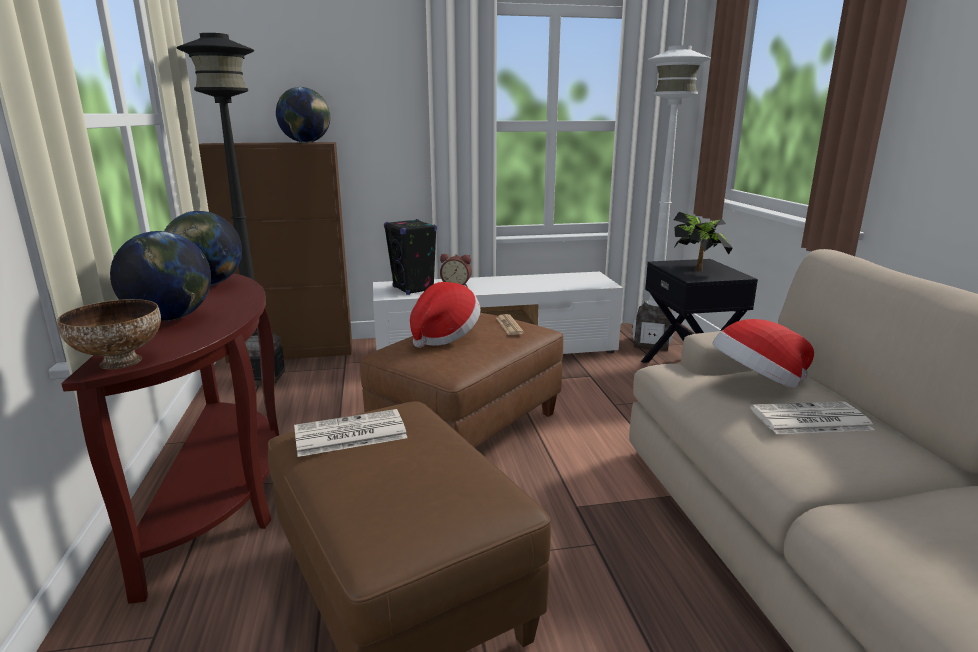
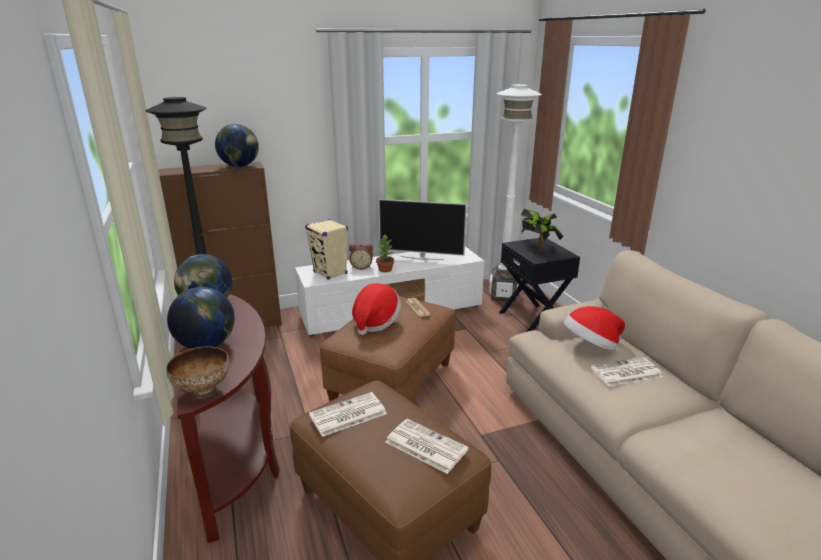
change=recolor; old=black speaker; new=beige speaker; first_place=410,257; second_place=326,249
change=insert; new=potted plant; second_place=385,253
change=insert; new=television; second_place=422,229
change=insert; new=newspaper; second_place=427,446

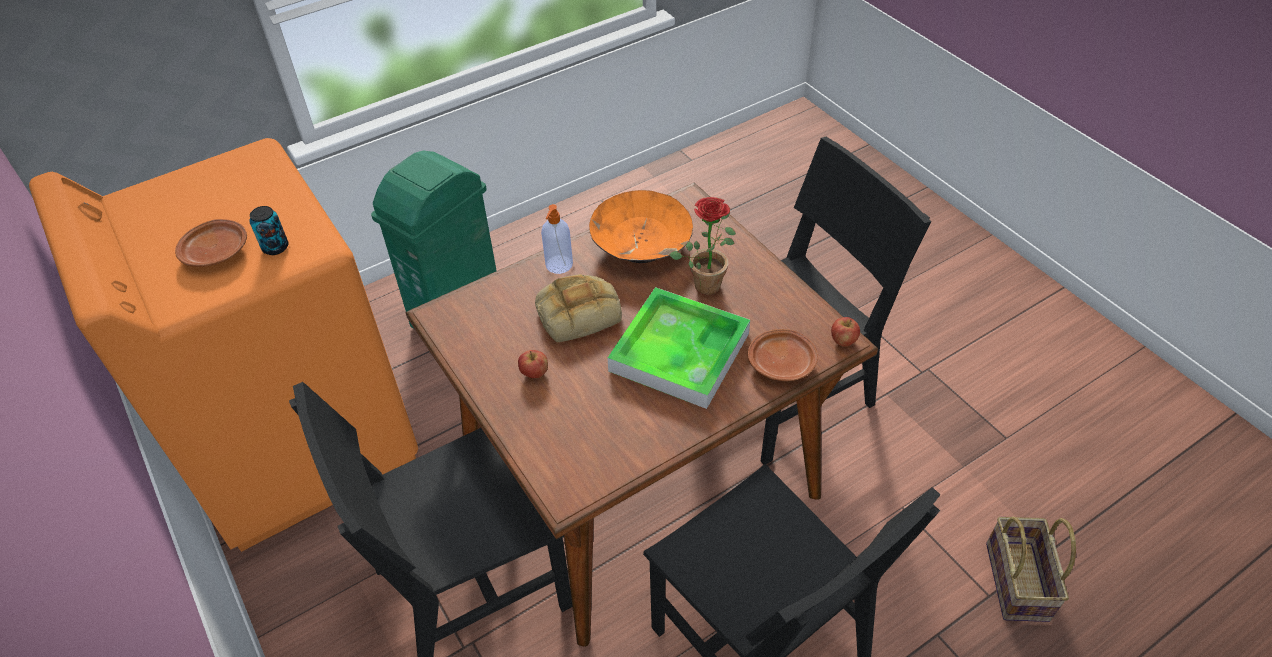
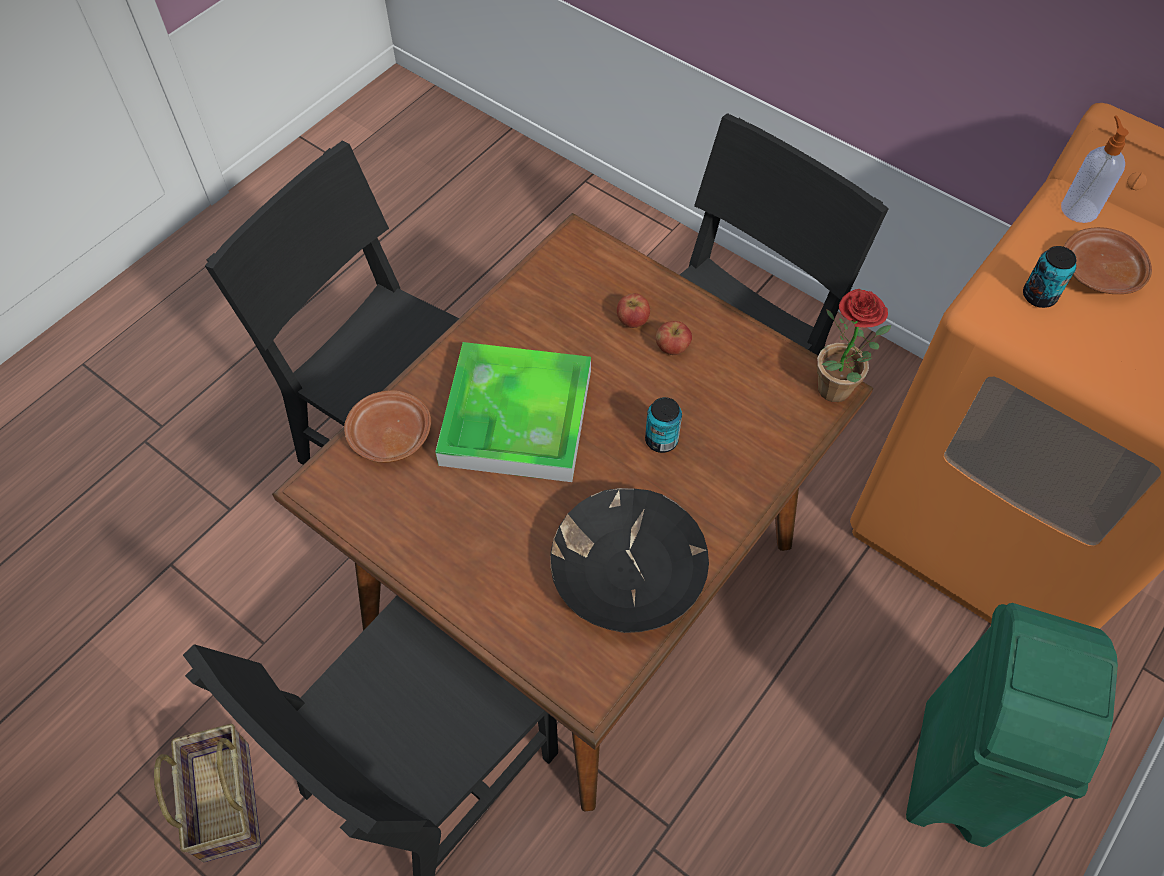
change=move; old=basket; first_place=1031,569; second_place=207,793
change=recolor; old=orange bowl; new=black bowl; first_place=641,226; second_place=629,560
change=move; old=apple; first_place=845,332; second_place=633,310
change=replace; old=bread; new=can; first_place=578,308; second_place=663,425
change=move; old=potted plant; first_place=702,246; second_place=854,345
change=move; old=soap dispenser; first_place=557,239; second_place=1095,169

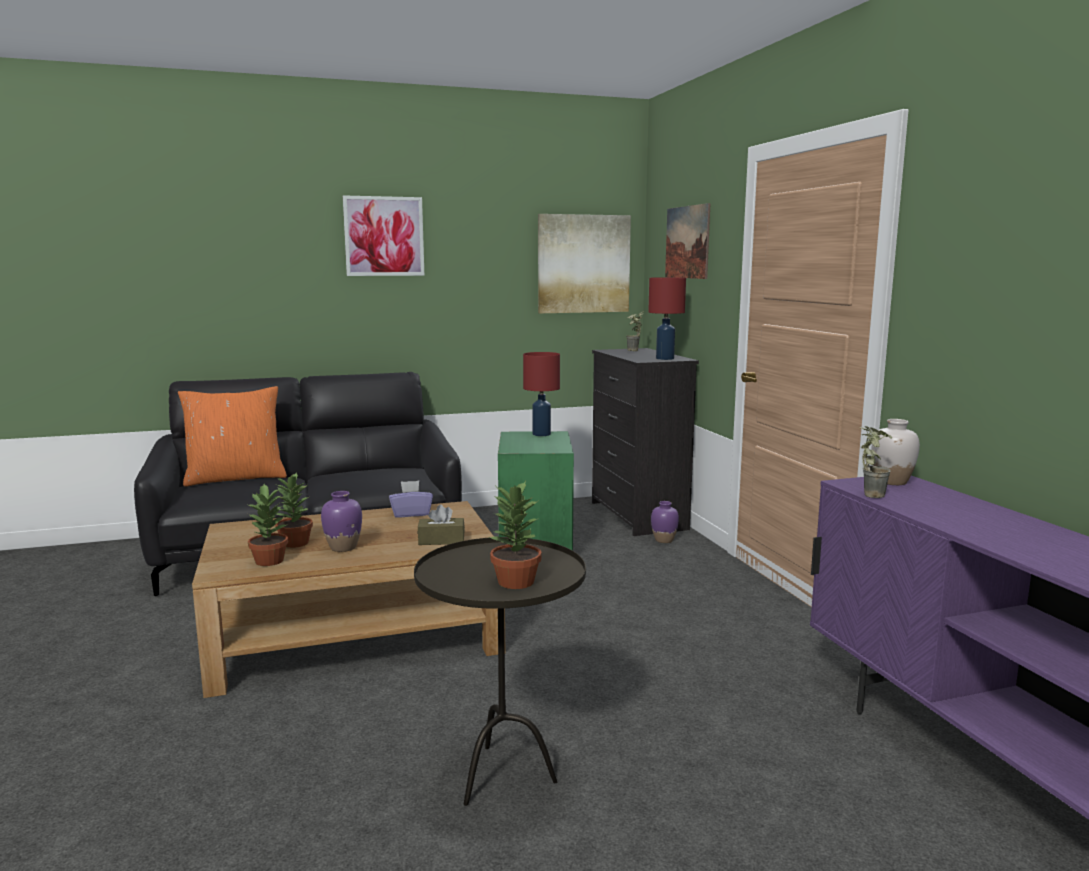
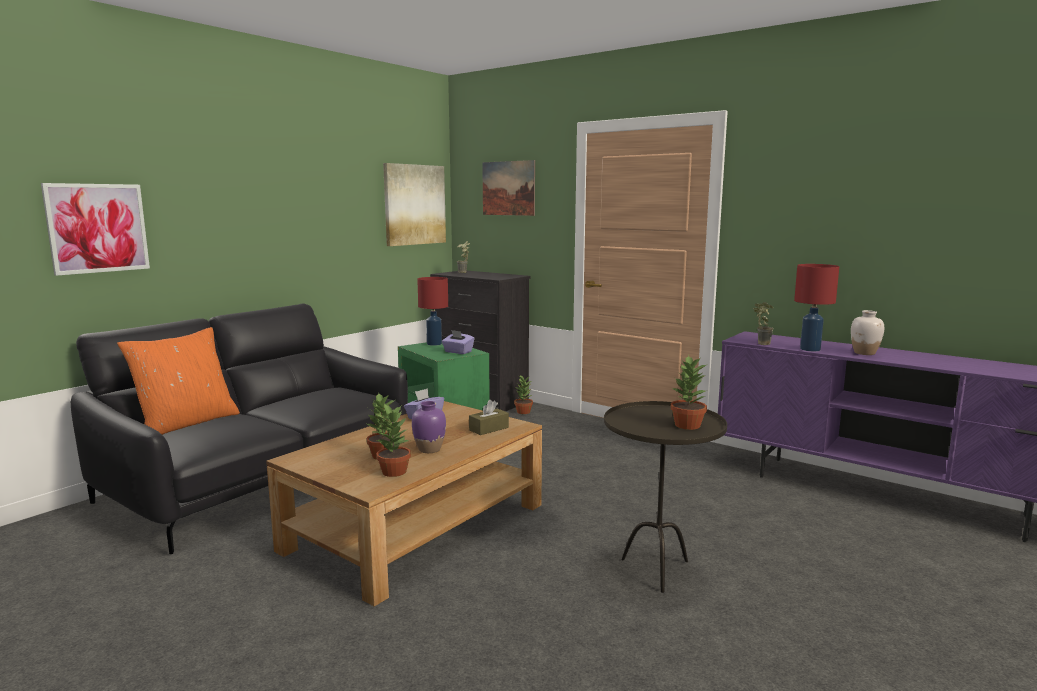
change=move; old=picture; first_place=384,235; second_place=95,229
change=insert; new=purple tissue box; second_place=458,342
change=replace; old=purple vase; new=potted plant; first_place=665,522; second_place=523,394
change=move; old=red table lamp; first_place=667,318; second_place=817,307
change=move; old=white vase; first_place=896,452; second_place=867,332

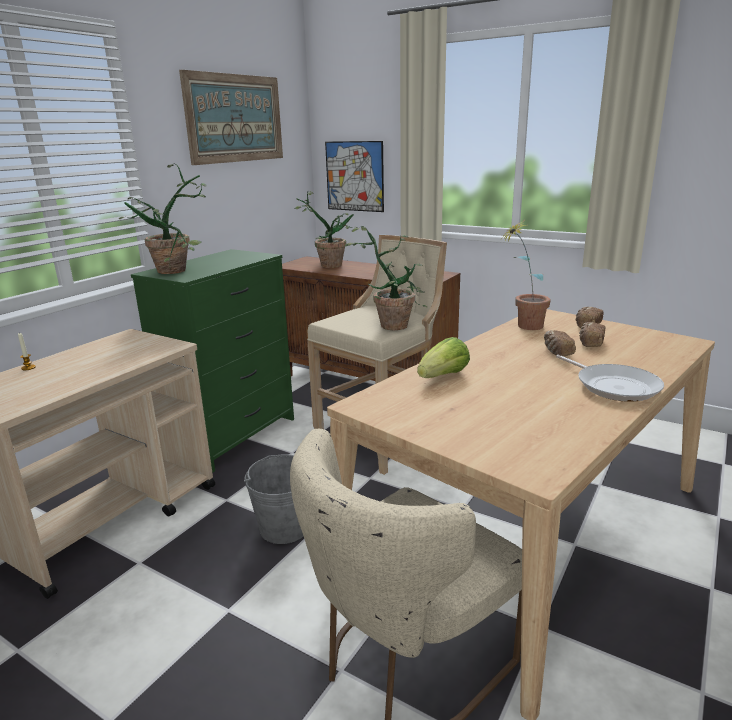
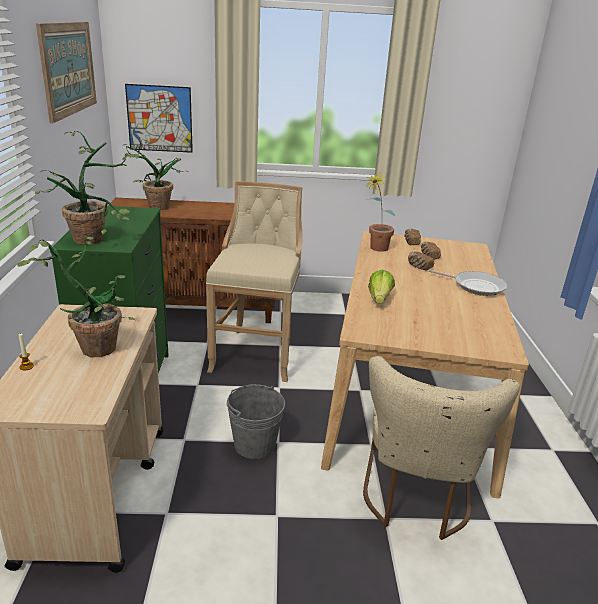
change=move; old=potted plant; first_place=386,278; second_place=76,297

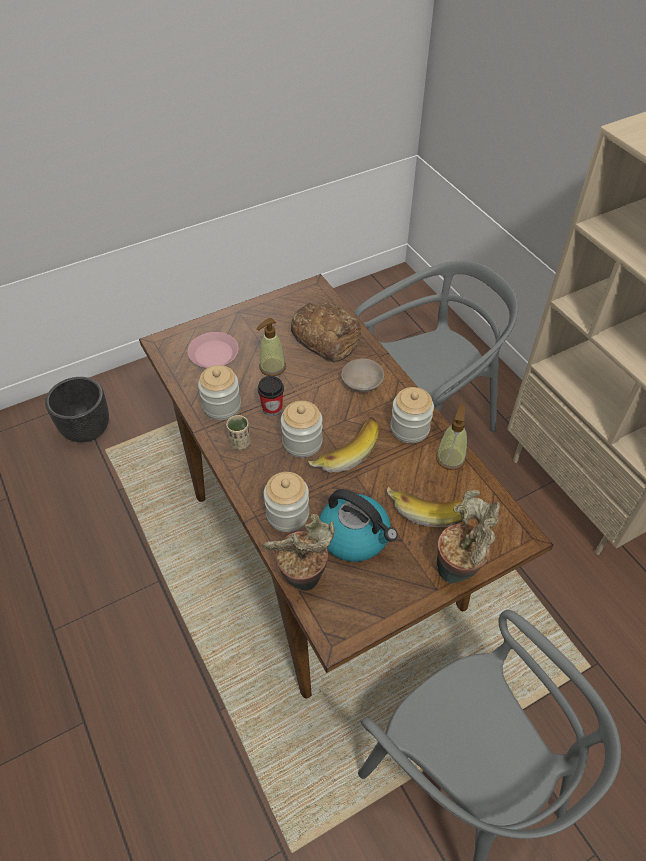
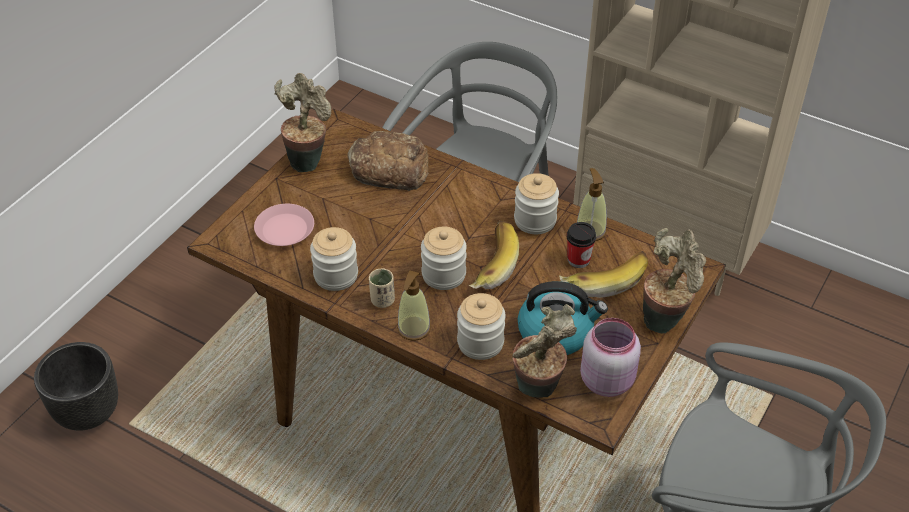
change=insert; new=potted plant; second_place=303,122
change=move; old=soap dispenser; first_place=271,347; second_place=414,305
change=move; old=cup; first_place=271,396; second_place=581,245
change=insert; new=pink jar; second_place=610,357
change=delete; old=beige bowl; first_place=362,375

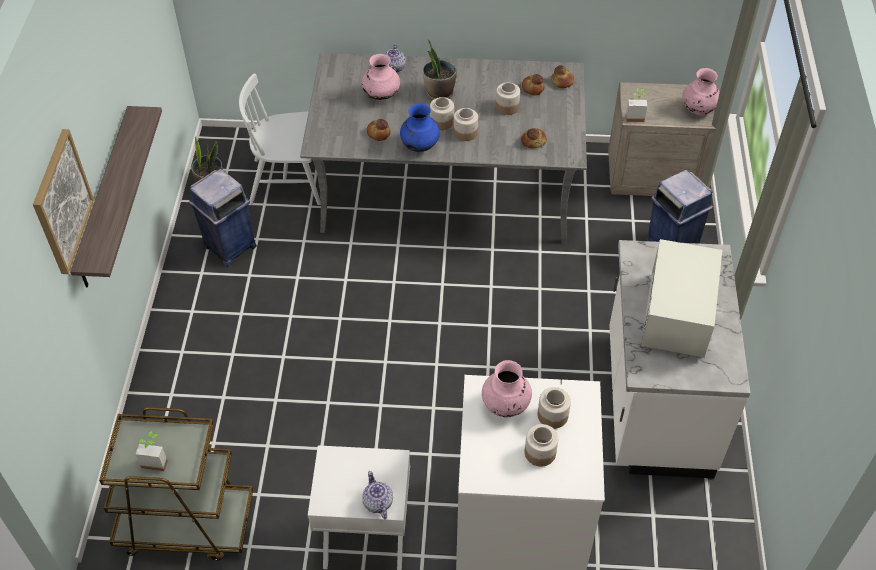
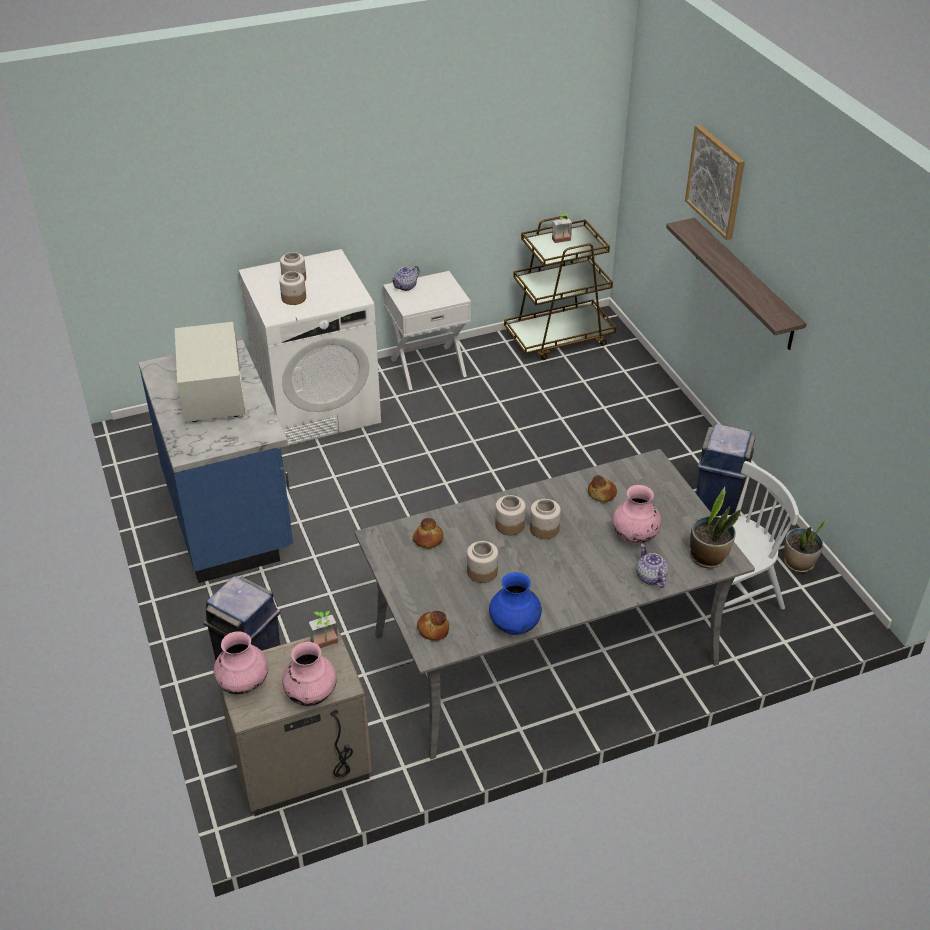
change=recolor; old=white counter; new=blue counter; first_place=679,359; second_place=216,461
change=move; old=pink vase; first_place=507,388; second_place=309,674
change=rotate; old=teapot; first_place=377,495; second_place=405,278; degrees=90
change=move; old=blue vase; first_place=420,128; second_place=515,603
change=move; old=potted plant; first_place=440,69; second_place=715,527
change=delete; old=bread; first_place=533,85

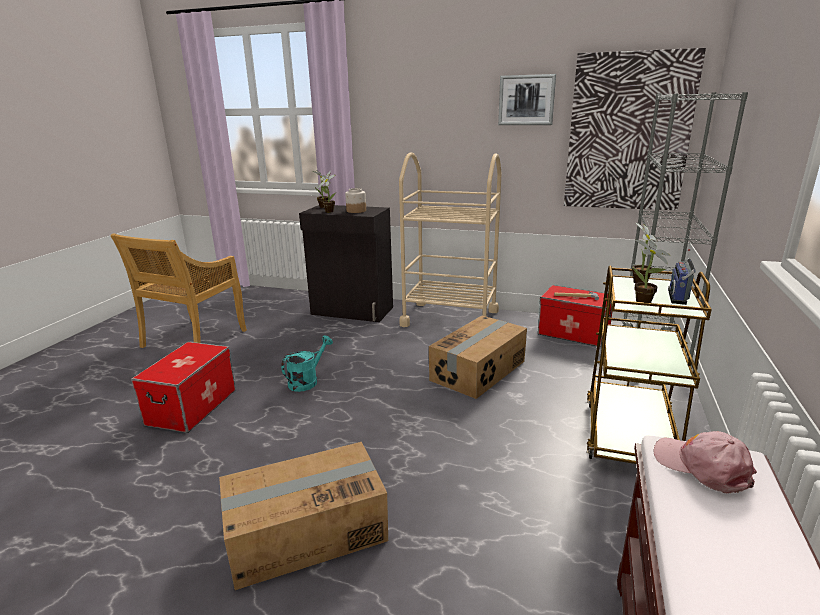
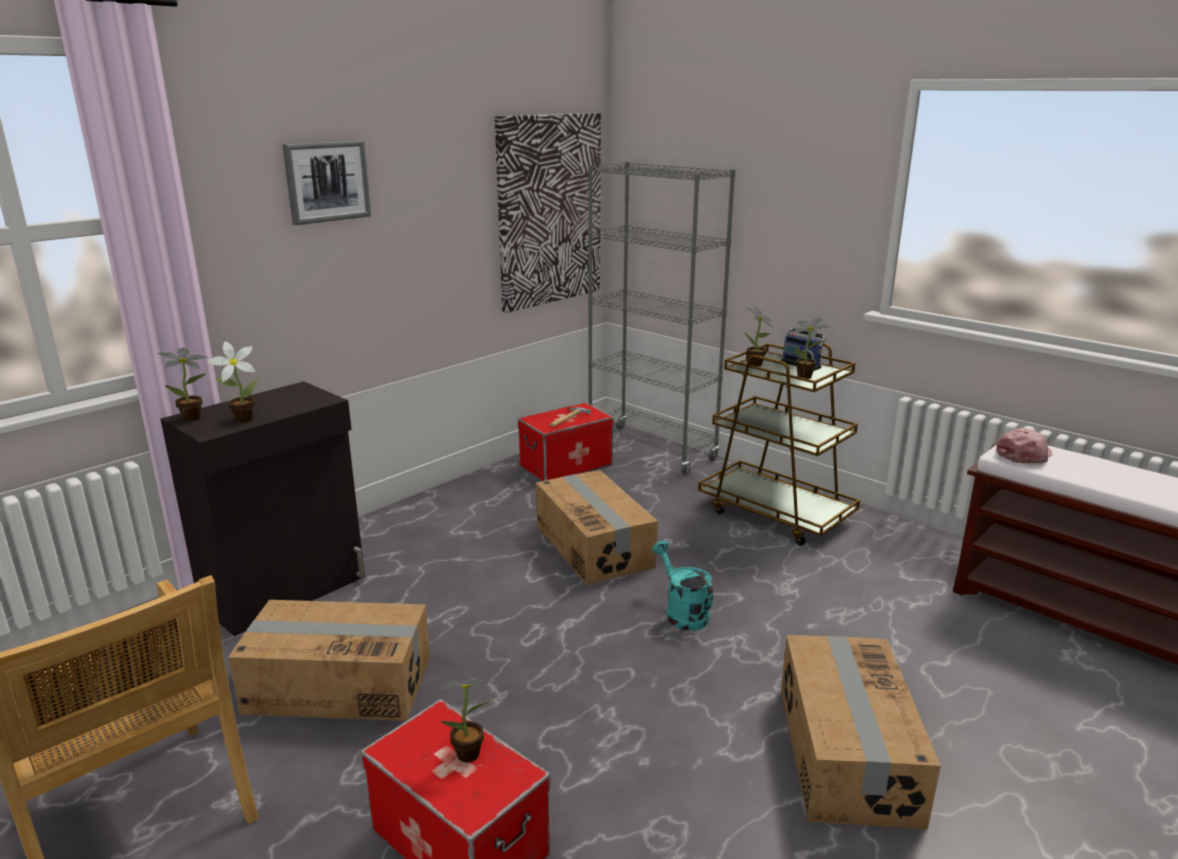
change=insert; new=cardboard box; second_place=329,660
change=move; old=picture; first_place=527,99; second_place=326,183
change=insert; new=potted plant; second_place=467,721
change=move; old=turquoise watering can; first_place=307,363; second_place=682,585
change=rotate; old=pink cap; first_place=705,462; second_place=1024,446; degrees=150
change=delete; old=jar; first_place=355,200
change=delete; old=beige cart; first_place=450,239

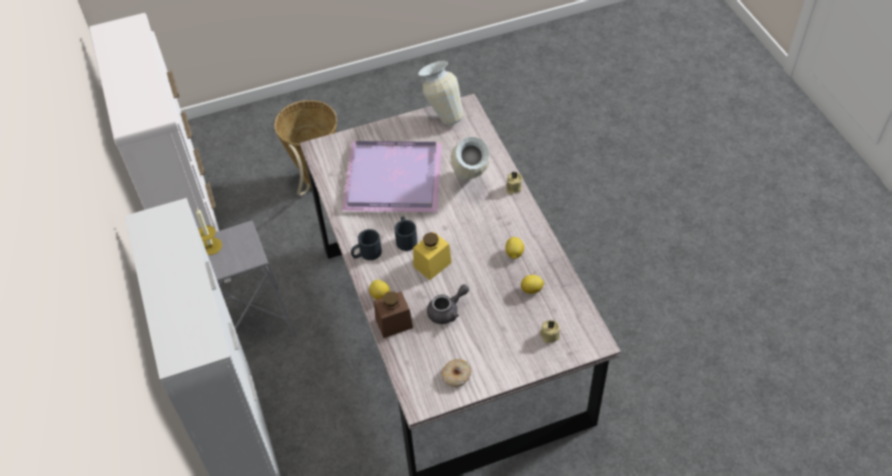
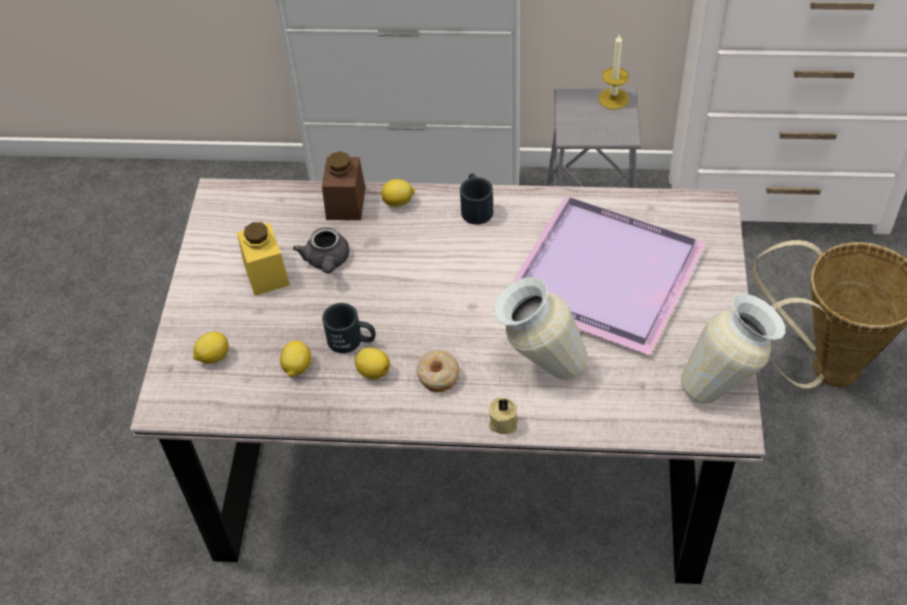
change=replace; old=beige candle; new=lemon; first_place=549,331; second_place=211,348
change=move; old=yellow jar; first_place=432,256; second_place=263,259
change=move; old=black mug; first_place=405,234; second_place=348,328
change=move; old=donut; first_place=456,373; second_place=438,371

